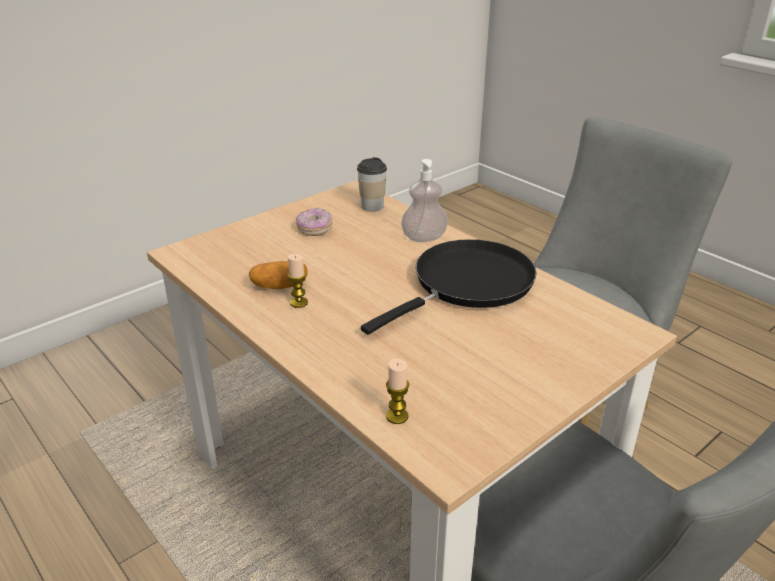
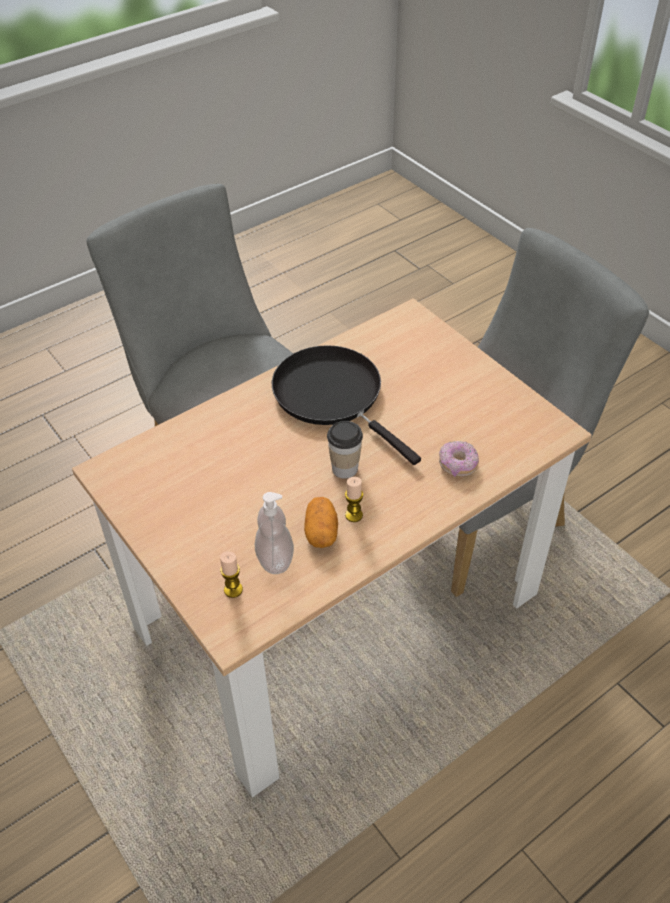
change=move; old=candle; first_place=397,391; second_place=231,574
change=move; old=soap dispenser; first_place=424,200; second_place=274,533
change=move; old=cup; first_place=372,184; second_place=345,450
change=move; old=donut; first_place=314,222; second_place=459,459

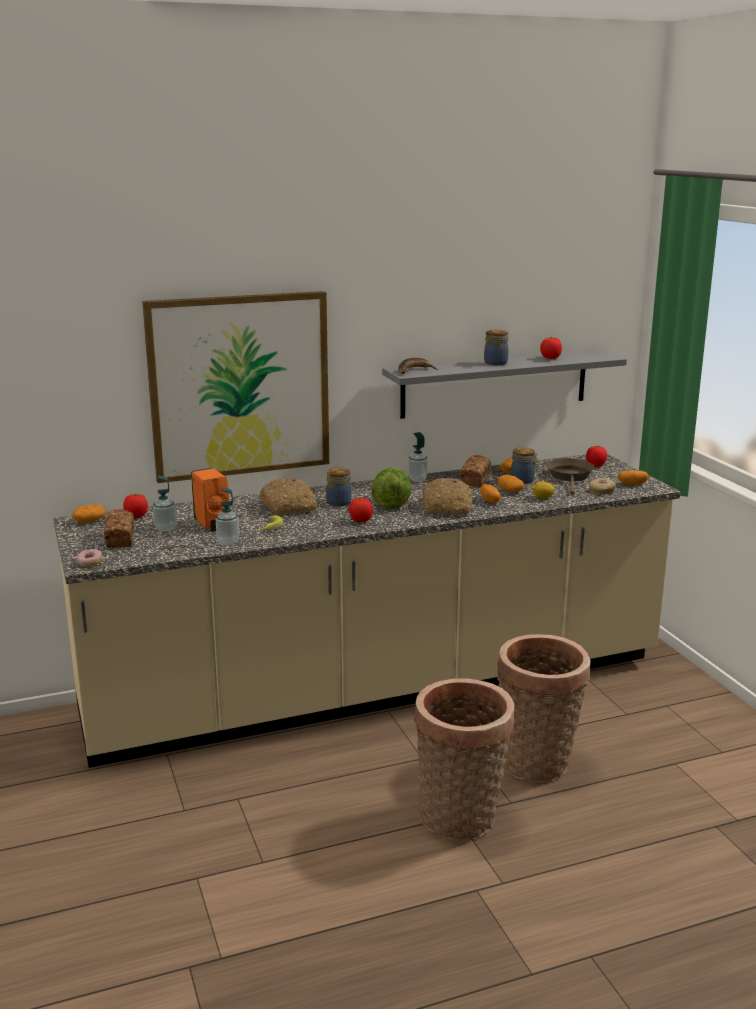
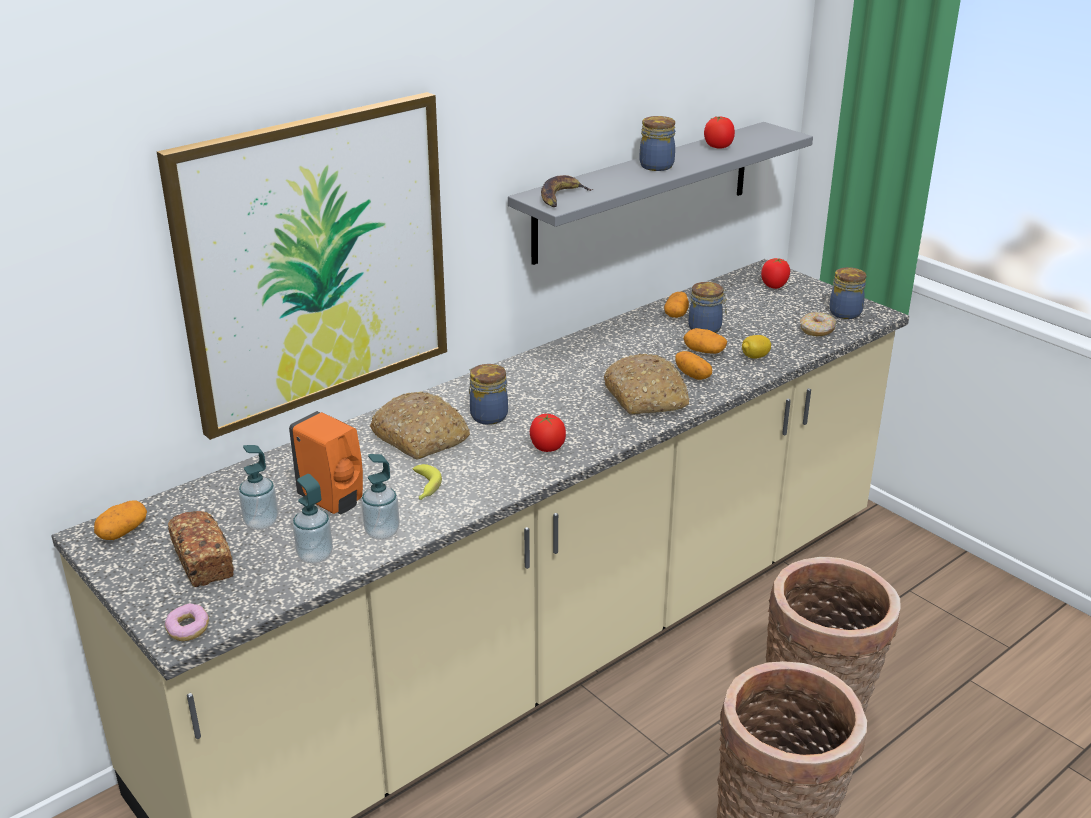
change=move; old=soap dispenser; first_place=417,457; second_place=313,519
change=replace; old=potato; new=jar; first_place=633,477; second_place=848,293
change=delete; old=tomato; first_place=135,506
change=delete; old=lettuce; first_place=391,488
change=delete; old=bread; first_place=475,471
change=delete; old=brown frying pan; first_place=570,476

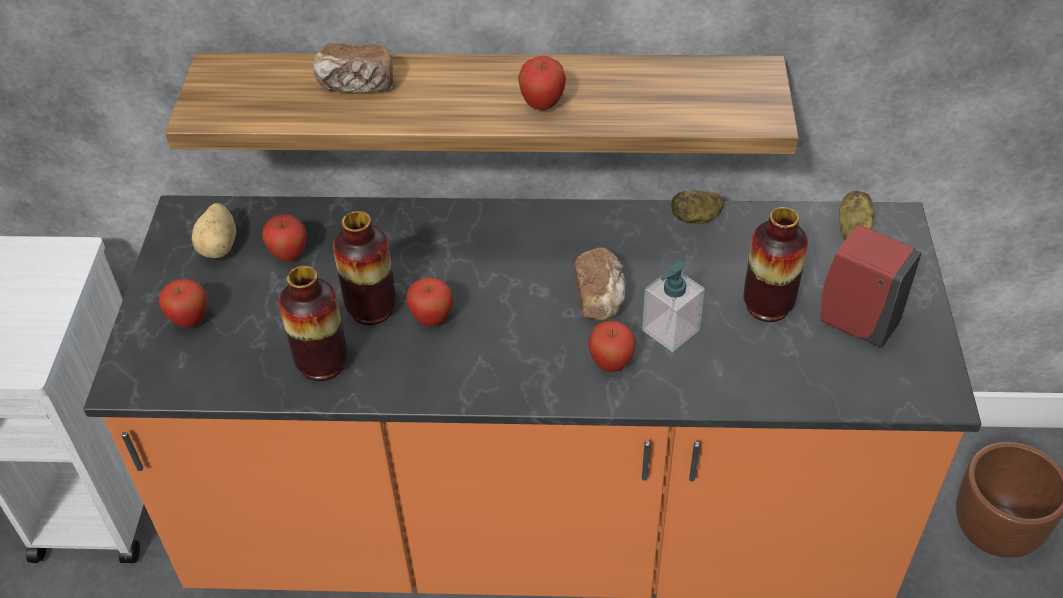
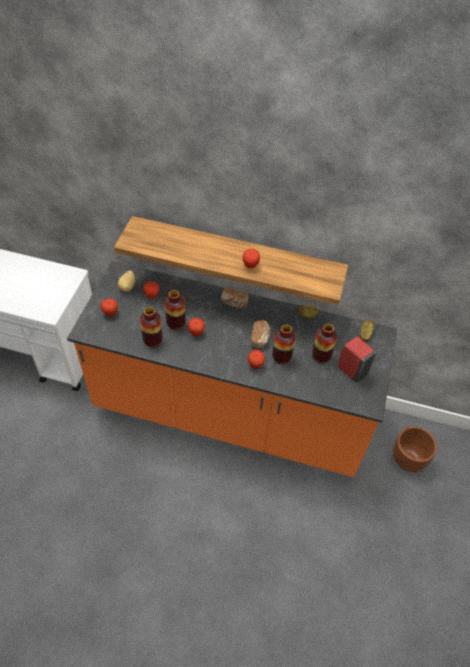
change=move; old=bread; first_place=353,68; second_place=235,297
change=replace; old=soap dispenser; new=vase; first_place=673,306; second_place=284,344

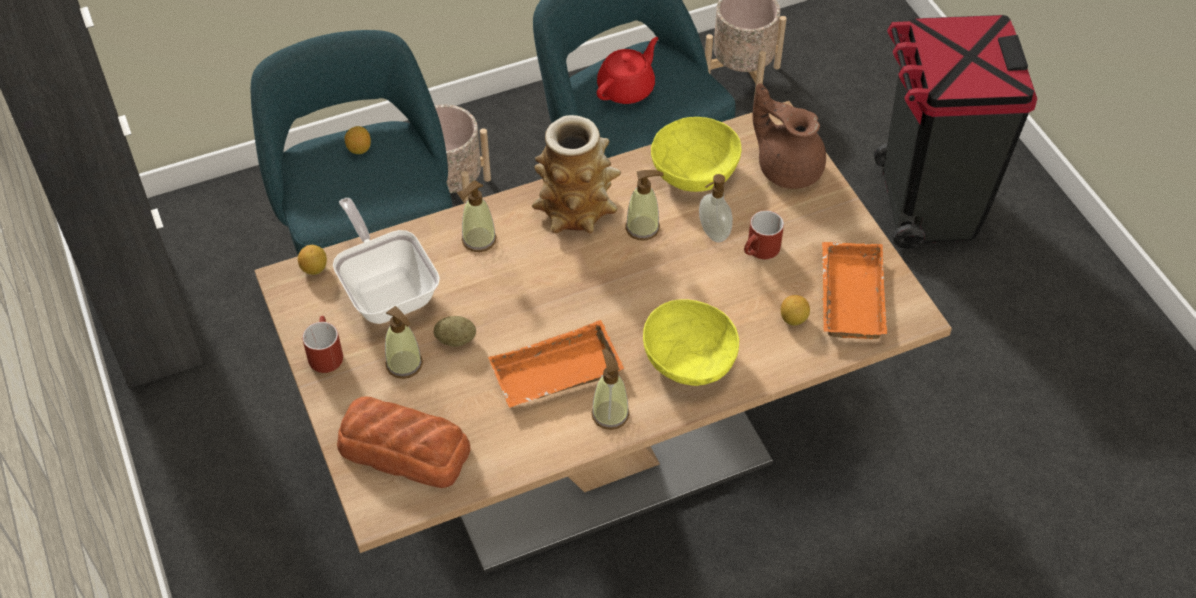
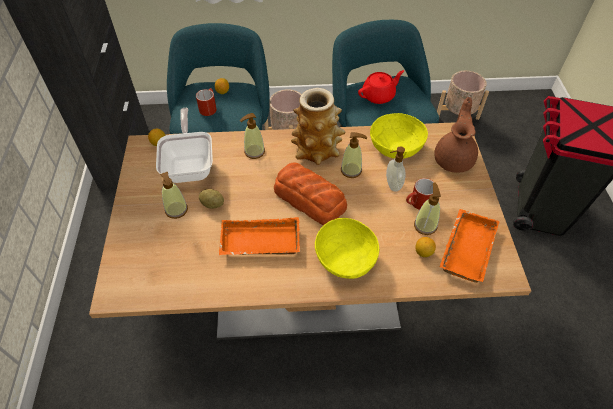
change=move; old=red mug; first_place=322,344; second_place=206,102
change=move; old=bread; first_place=404,442; second_place=310,193
change=move; old=soap dispenser; first_place=610,389; second_place=427,209
change=rotate; old=brown teapot; first_place=789,136; second_place=456,135; degrees=45

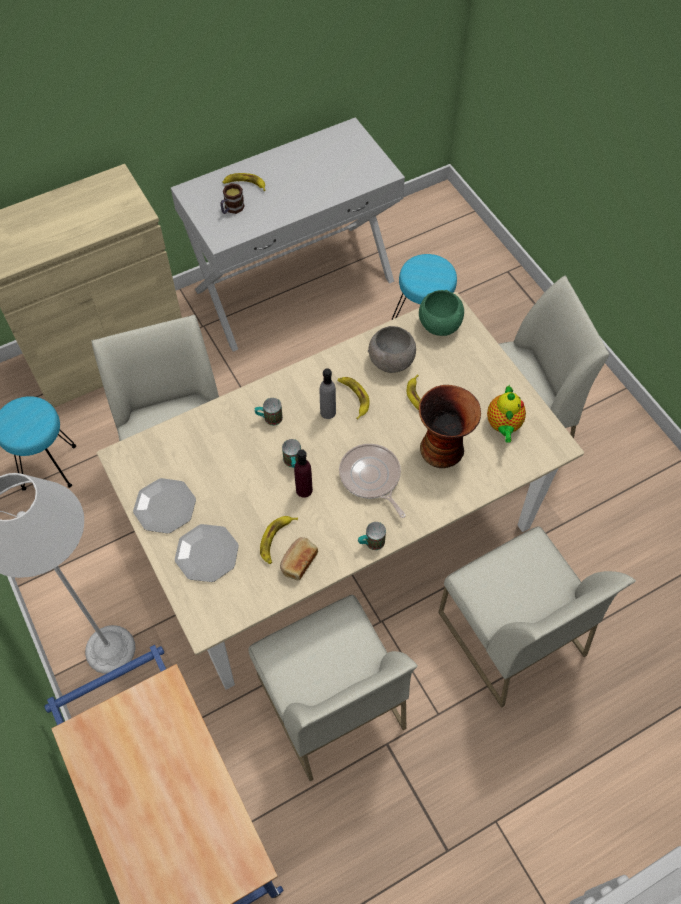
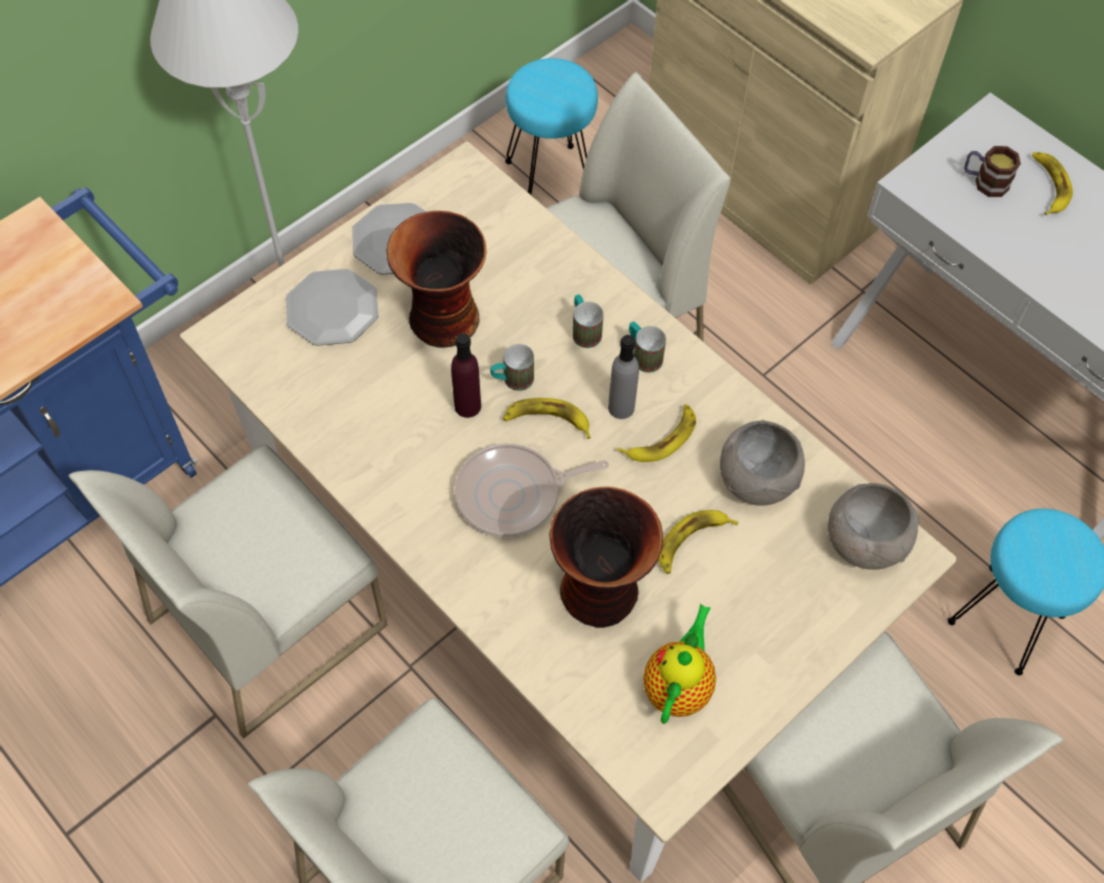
change=insert; new=vase; second_place=437,279
change=rotate; old=frying pan; first_place=372,481; second_place=531,490; degrees=-150
change=move; old=banana; first_place=279,540; second_place=547,418
change=move; old=mug; first_place=372,536; second_place=647,347
change=rotate; old=teapot; first_place=506,414; second_place=679,664; degrees=120
change=recolor; old=green bowl; new=grey bowl; first_place=441,313; second_place=873,526
change=delete; old=bread; first_place=299,559

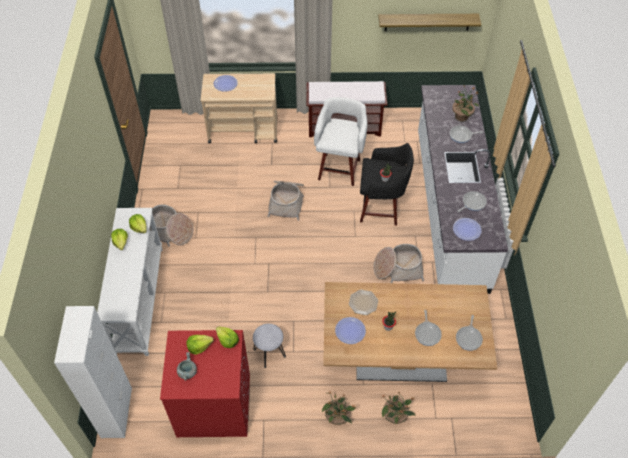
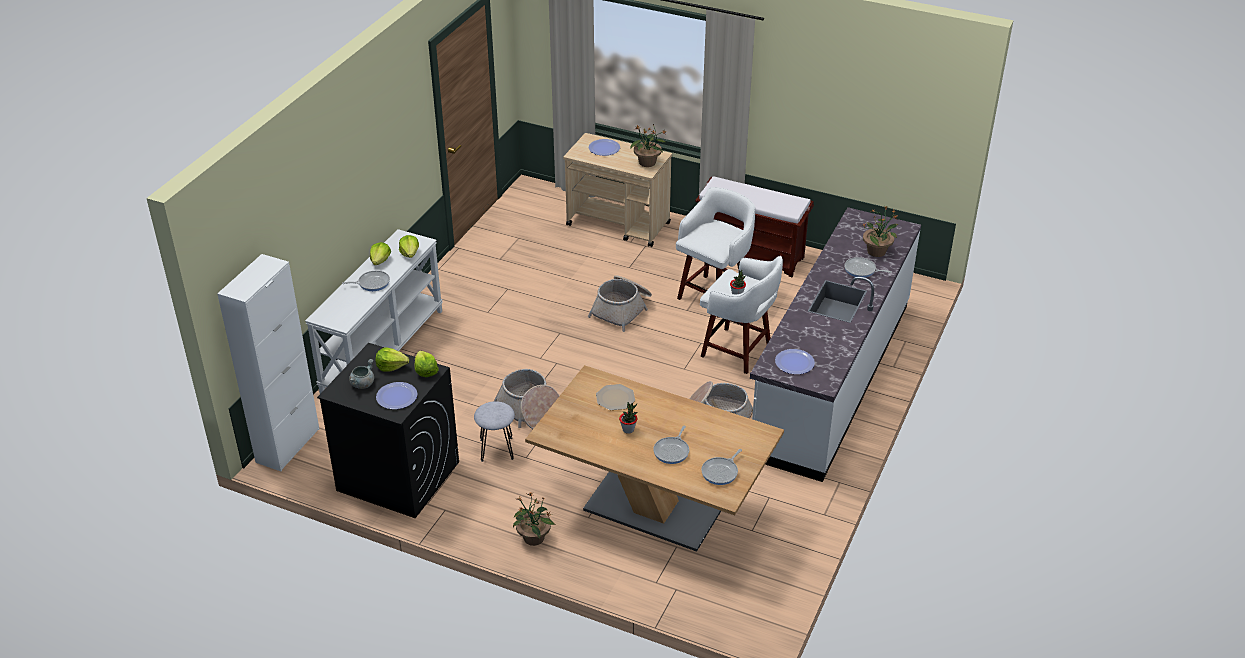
change=recolor; old=red washing machine; new=black washing machine; first_place=205,383; second_place=388,430
change=move; old=frying pan; first_place=472,201; second_place=366,280
change=move; old=plate; first_place=350,330; second_place=397,395
change=move; old=basket; first_place=171,226; second_place=526,399
change=move; old=potted plant; first_place=399,408; second_place=648,145
change=recolor; old=black stool; new=white stool; first_place=387,184; second_place=741,315
change=delete; old=shelf; first_place=429,22

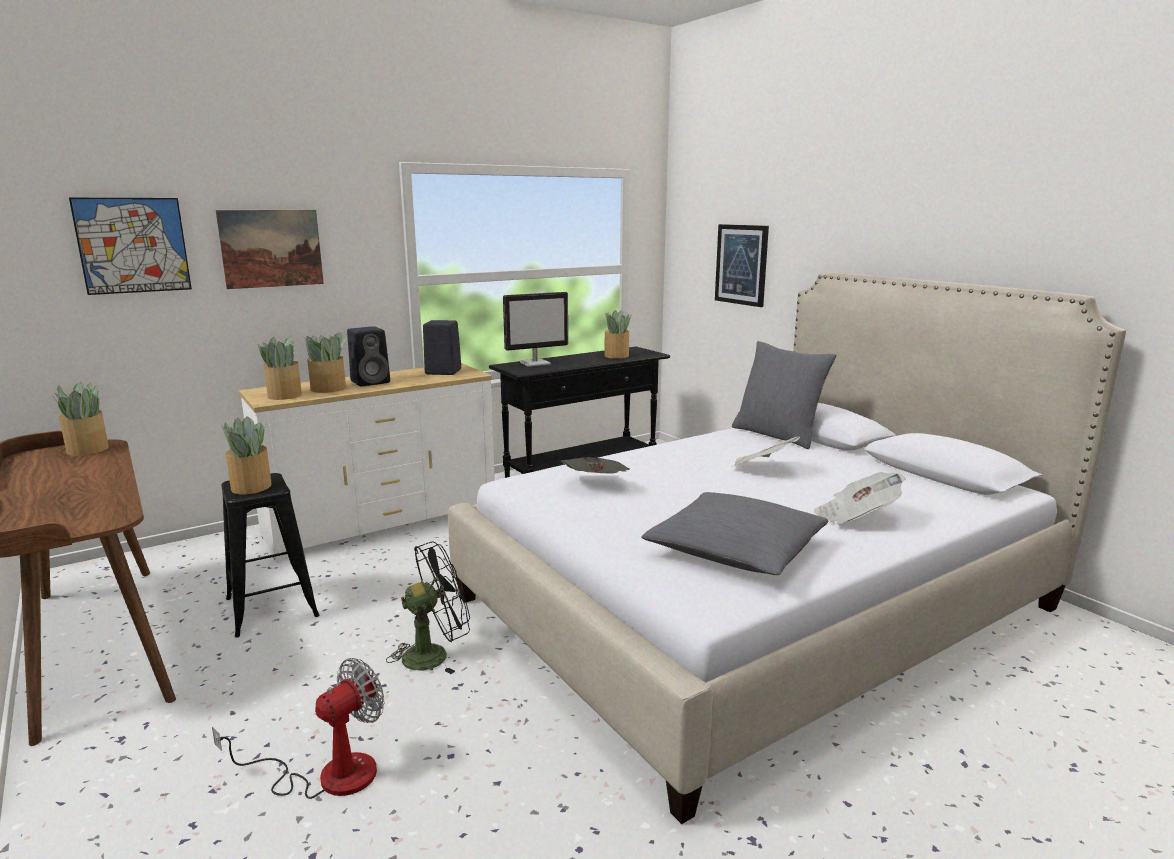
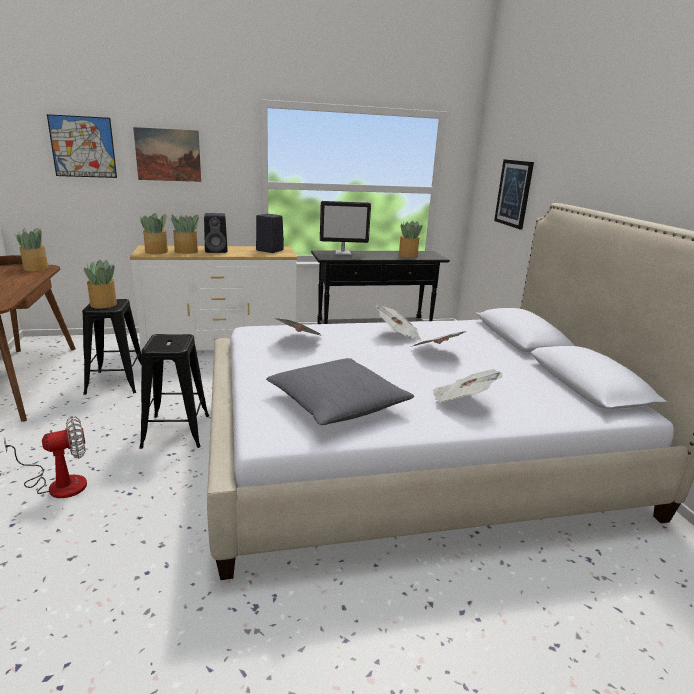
change=replace; old=black fan; new=black stool; first_place=428,608; second_place=174,391
change=insert; new=newspaper; second_place=398,323
change=delete; old=grey pillow; first_place=784,395

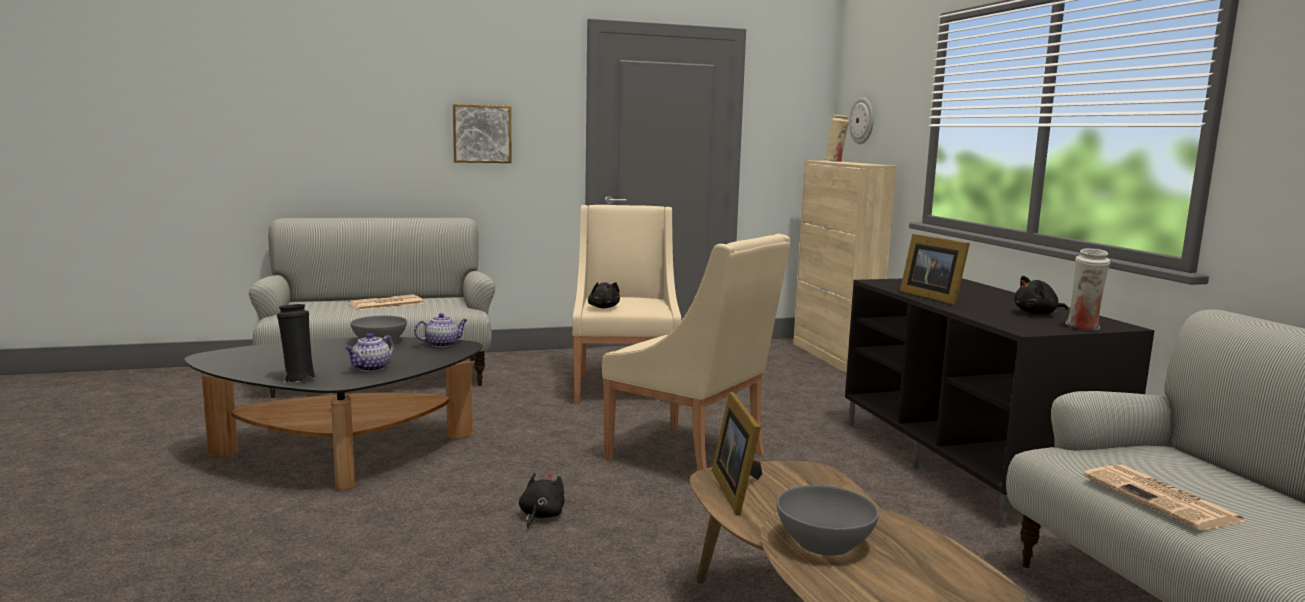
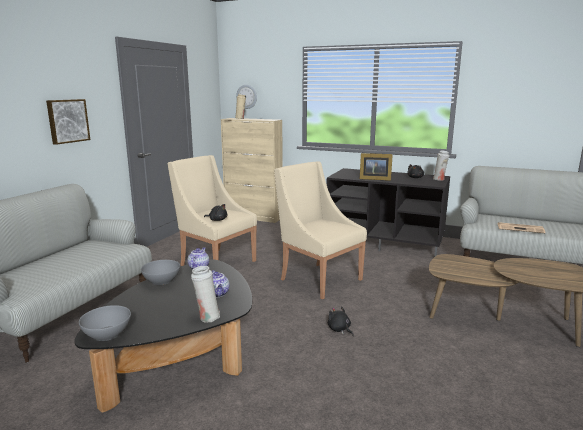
change=move; old=grey bowl; first_place=828,520; second_place=105,323
change=recolor; old=black vase; new=white vase; first_place=296,343; second_place=205,294
change=rotate; old=beige armchair; first_place=696,352; second_place=320,230; degrees=-120
change=delete; old=newspaper; first_place=386,302
change=delete; old=picture frame; first_place=737,454

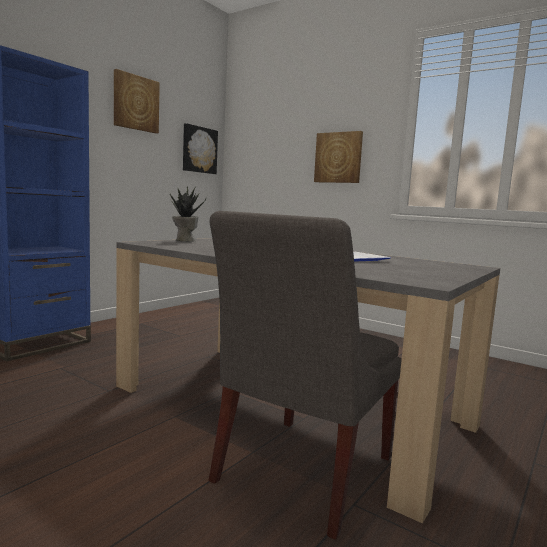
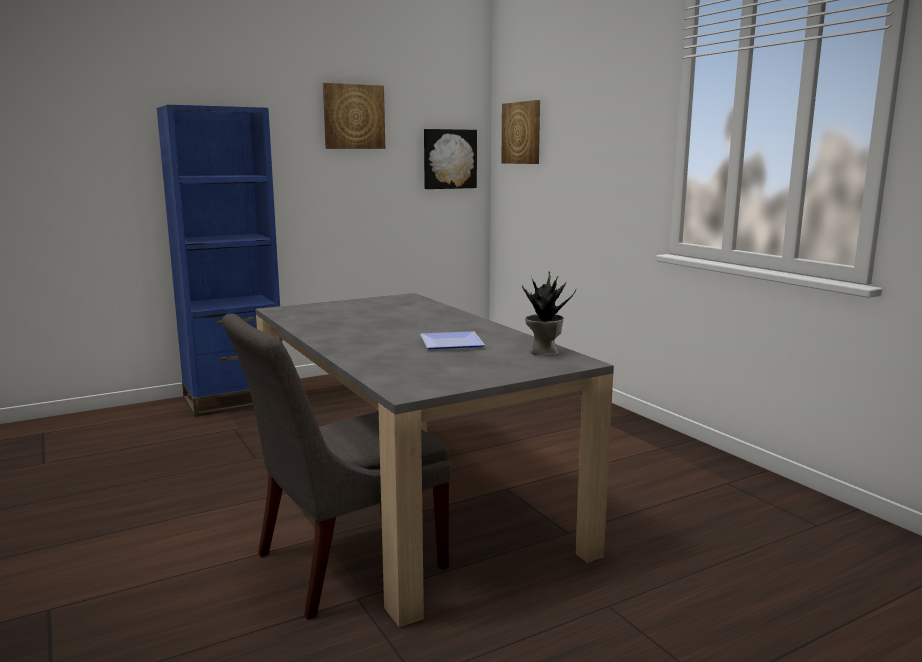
change=move; old=picture; first_place=338,157; second_place=521,132
change=move; old=potted plant; first_place=188,214; second_place=549,314

